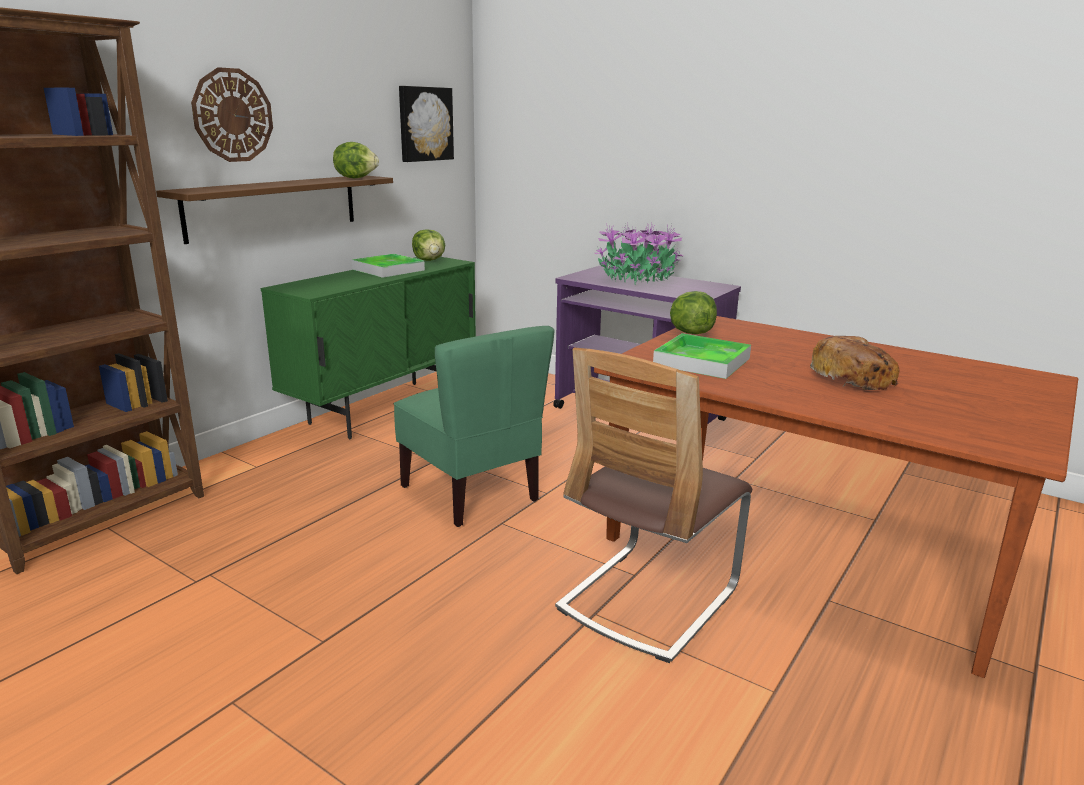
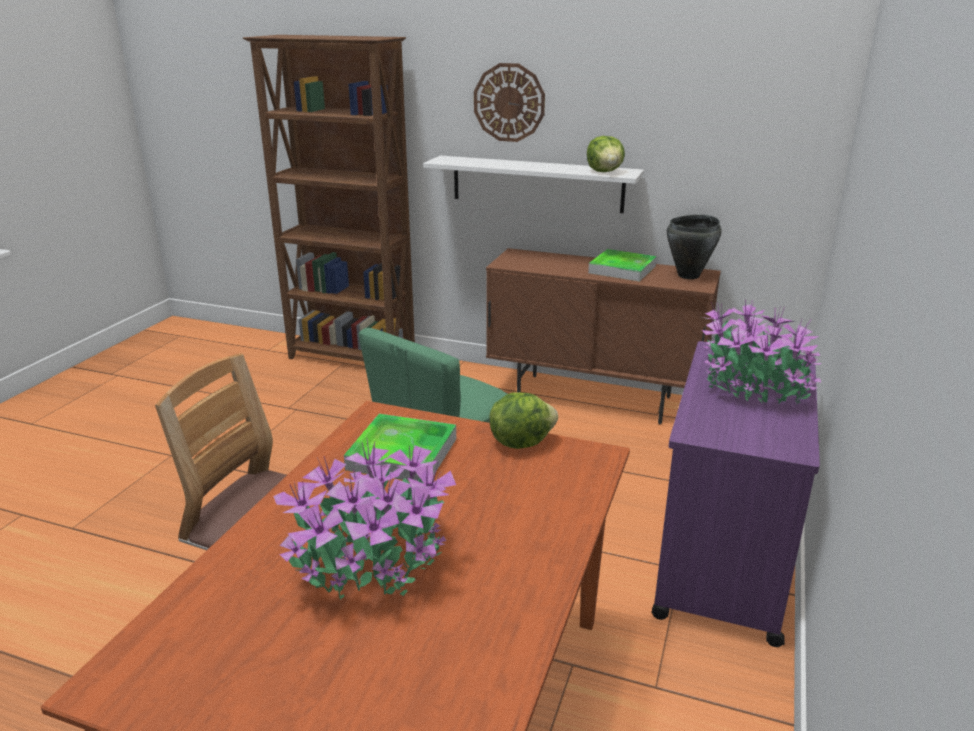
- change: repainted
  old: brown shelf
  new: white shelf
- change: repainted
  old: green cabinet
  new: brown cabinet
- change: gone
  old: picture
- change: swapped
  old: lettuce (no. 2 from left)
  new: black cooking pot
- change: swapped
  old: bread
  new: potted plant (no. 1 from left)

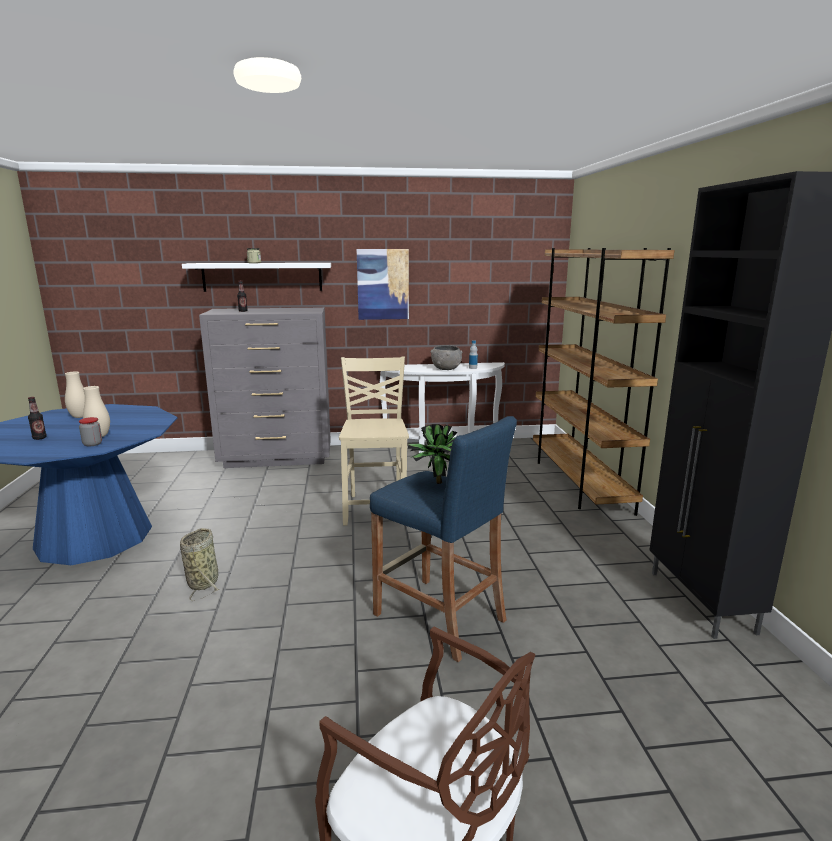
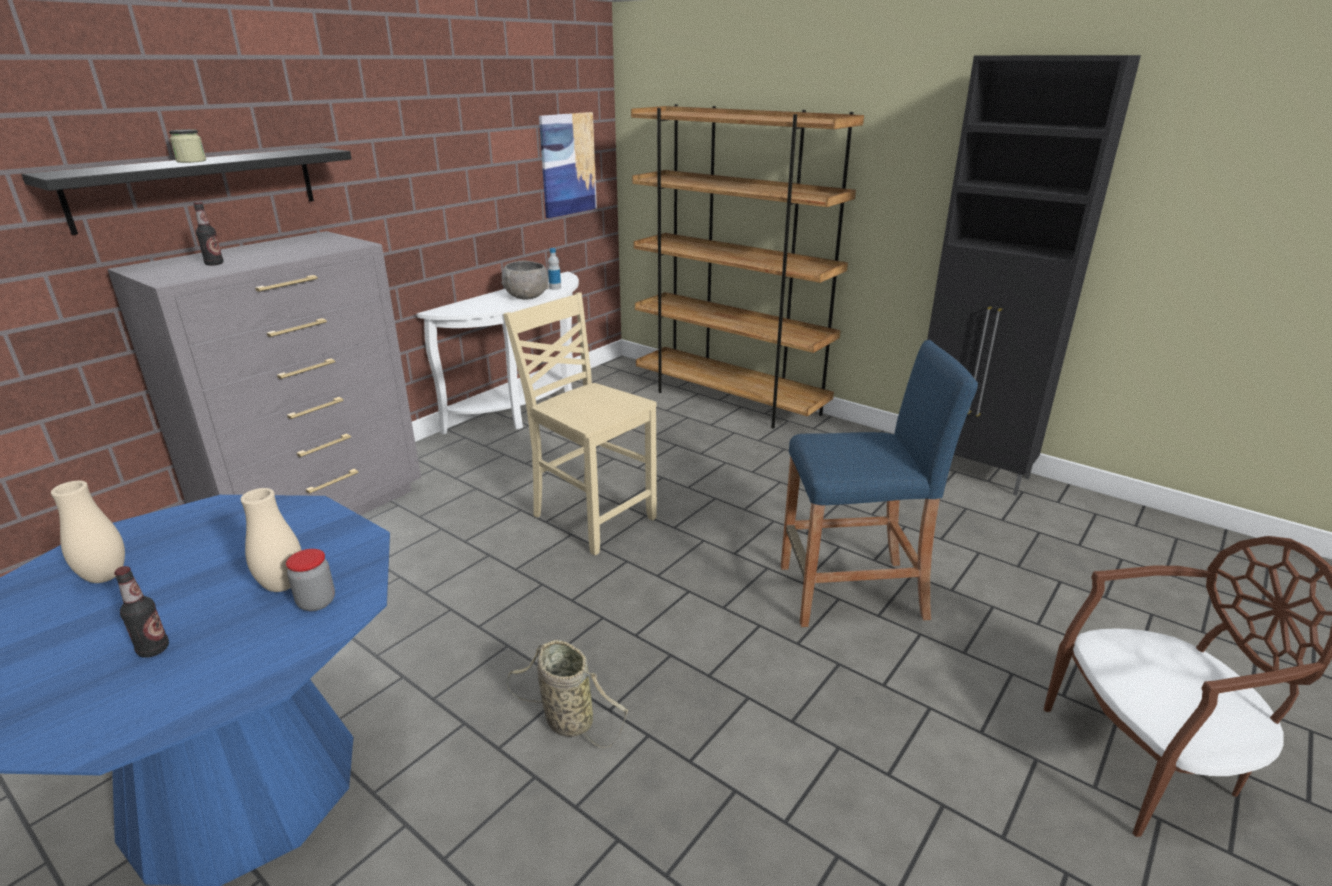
- change: repainted
  old: white shelf
  new: black shelf
- change: shifted
  old: picture
- change: gone
  old: potted plant

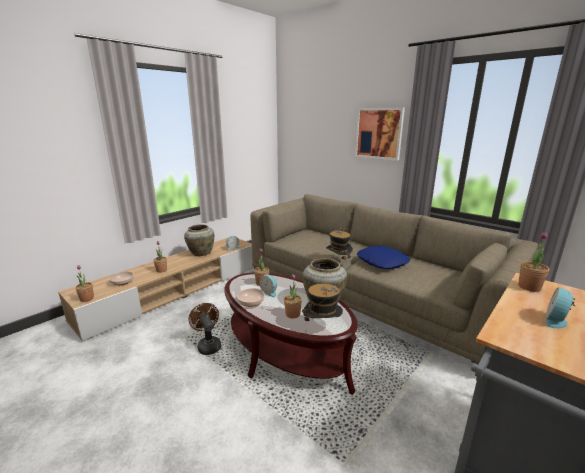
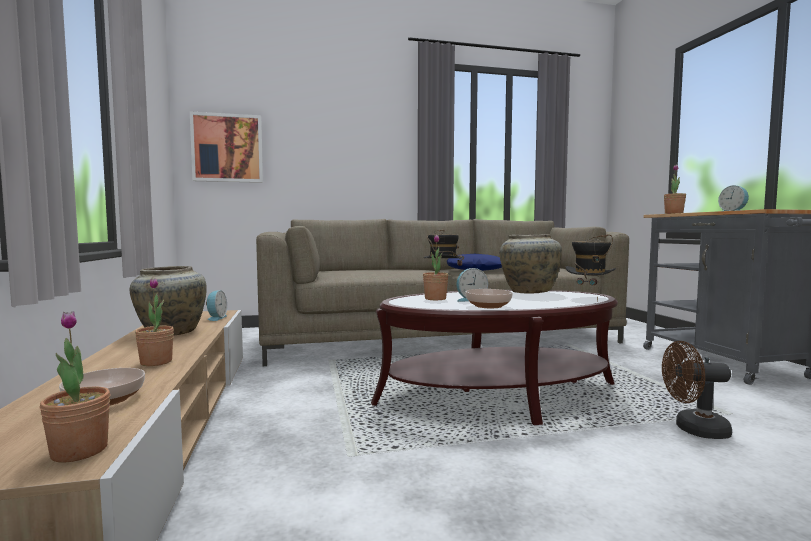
- change: shifted
  old: brown fan
- change: gone
  old: potted plant (no. 4 from left)
- change: shifted
  old: picture

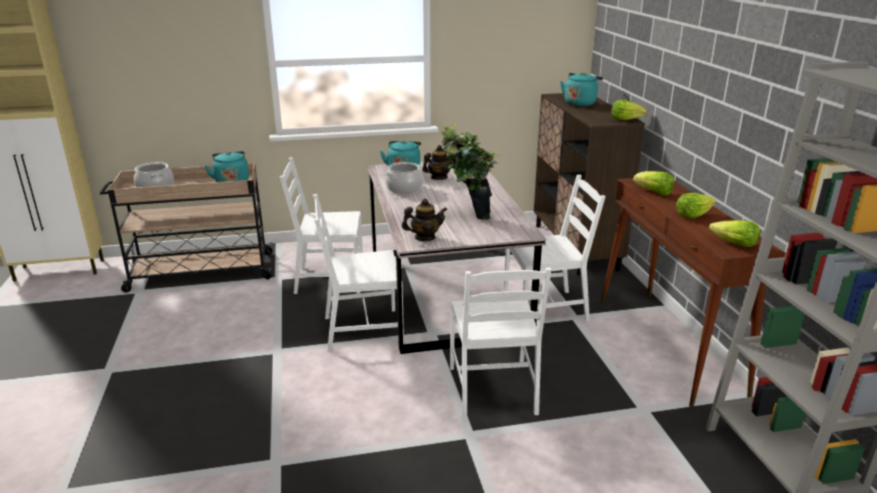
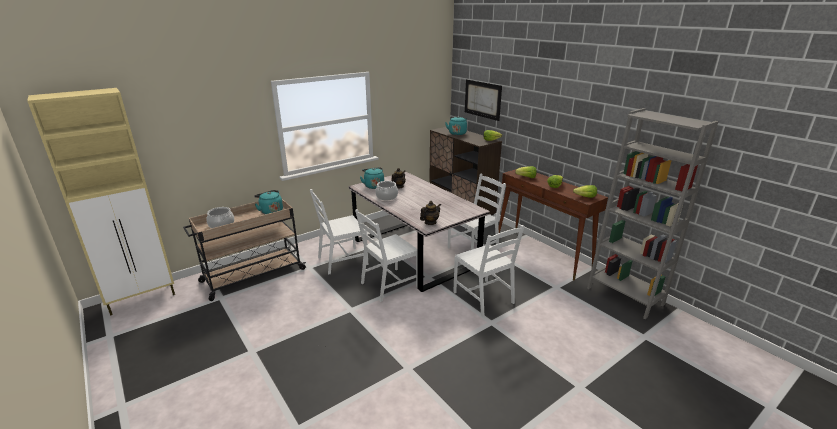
- change: gone
  old: potted plant
- change: new
  new: picture

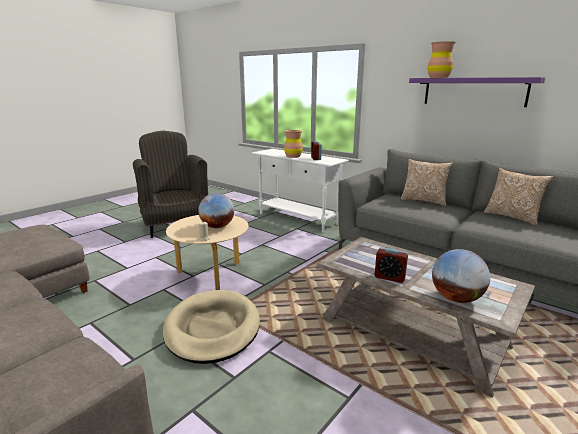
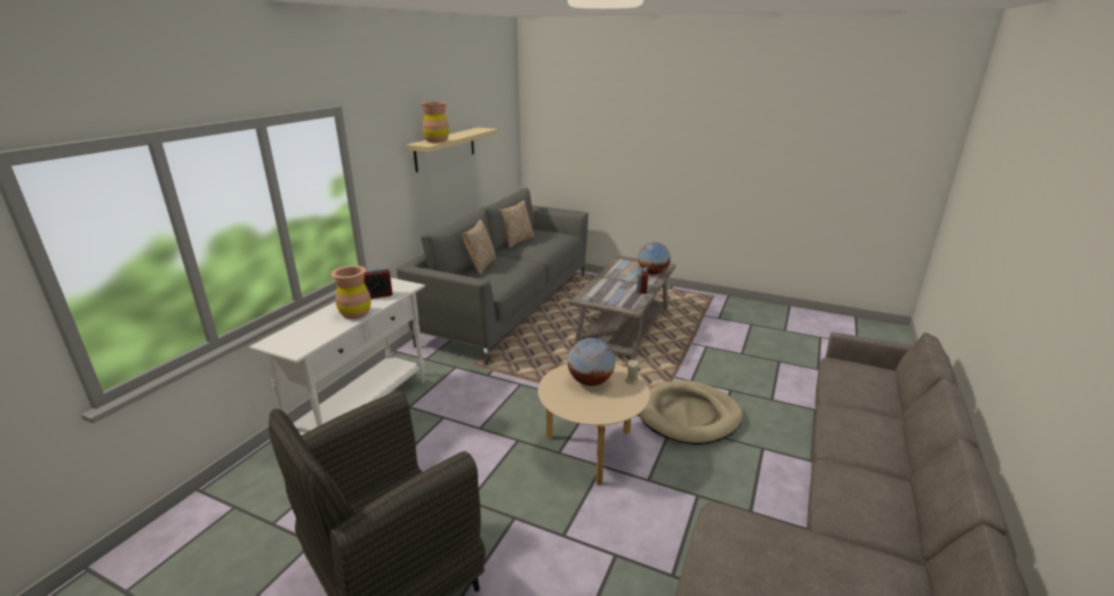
- change: repainted
  old: purple shelf
  new: beige shelf

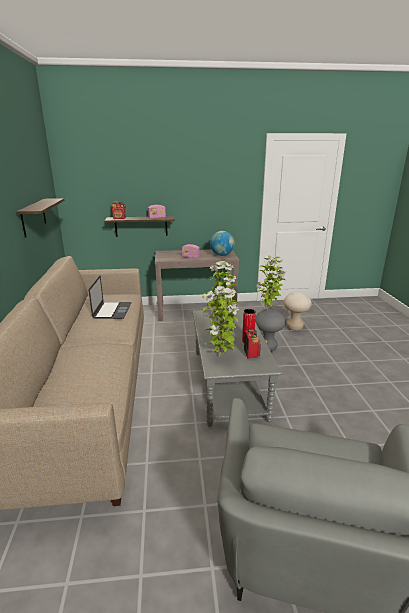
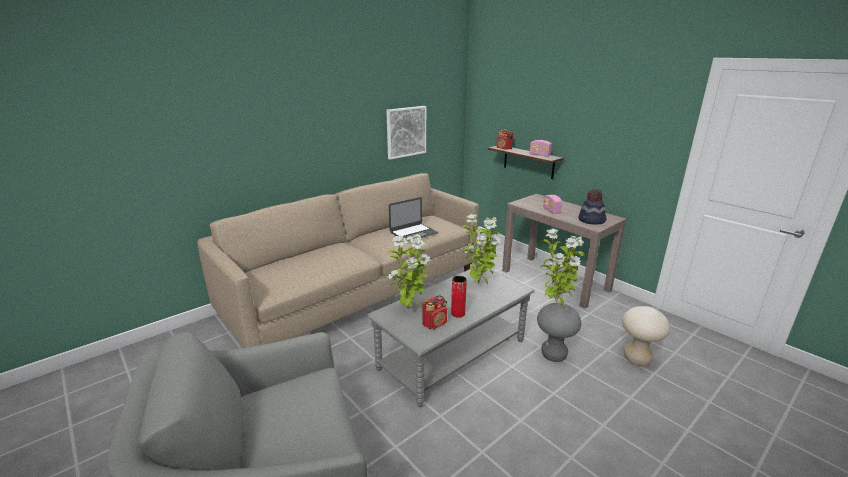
- change: swapped
  old: shelf (no. 1 from left)
  new: picture
- change: swapped
  old: globe
  new: hat

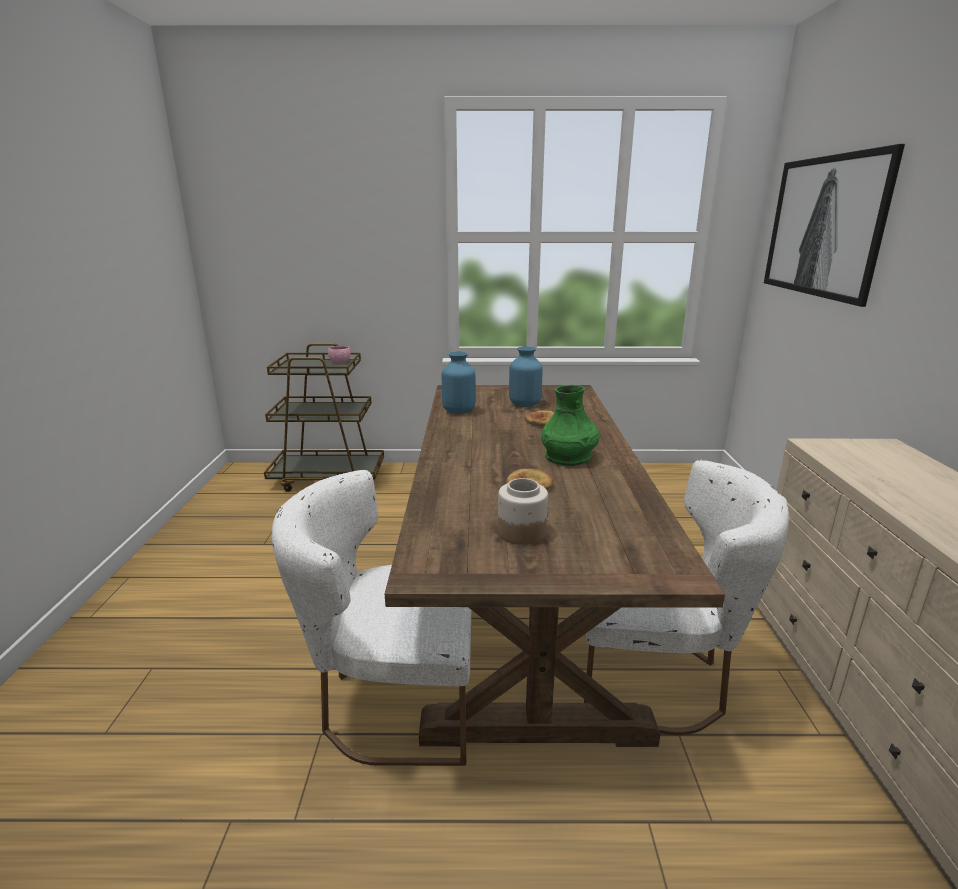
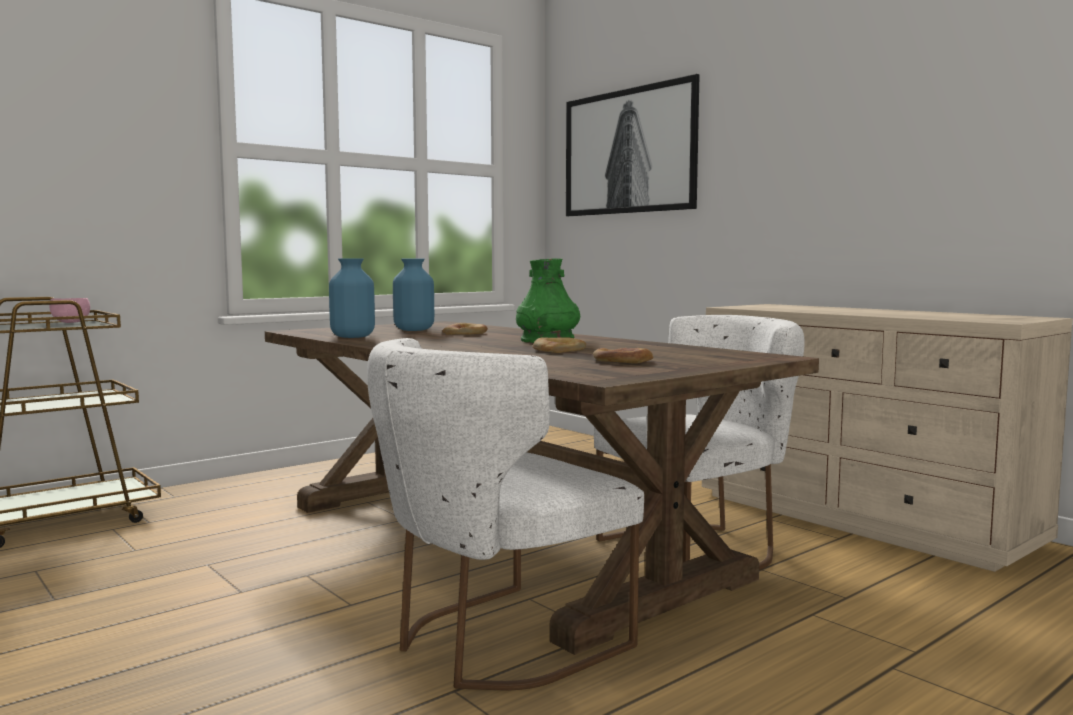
- change: swapped
  old: jar
  new: bread (no. 3 from left)

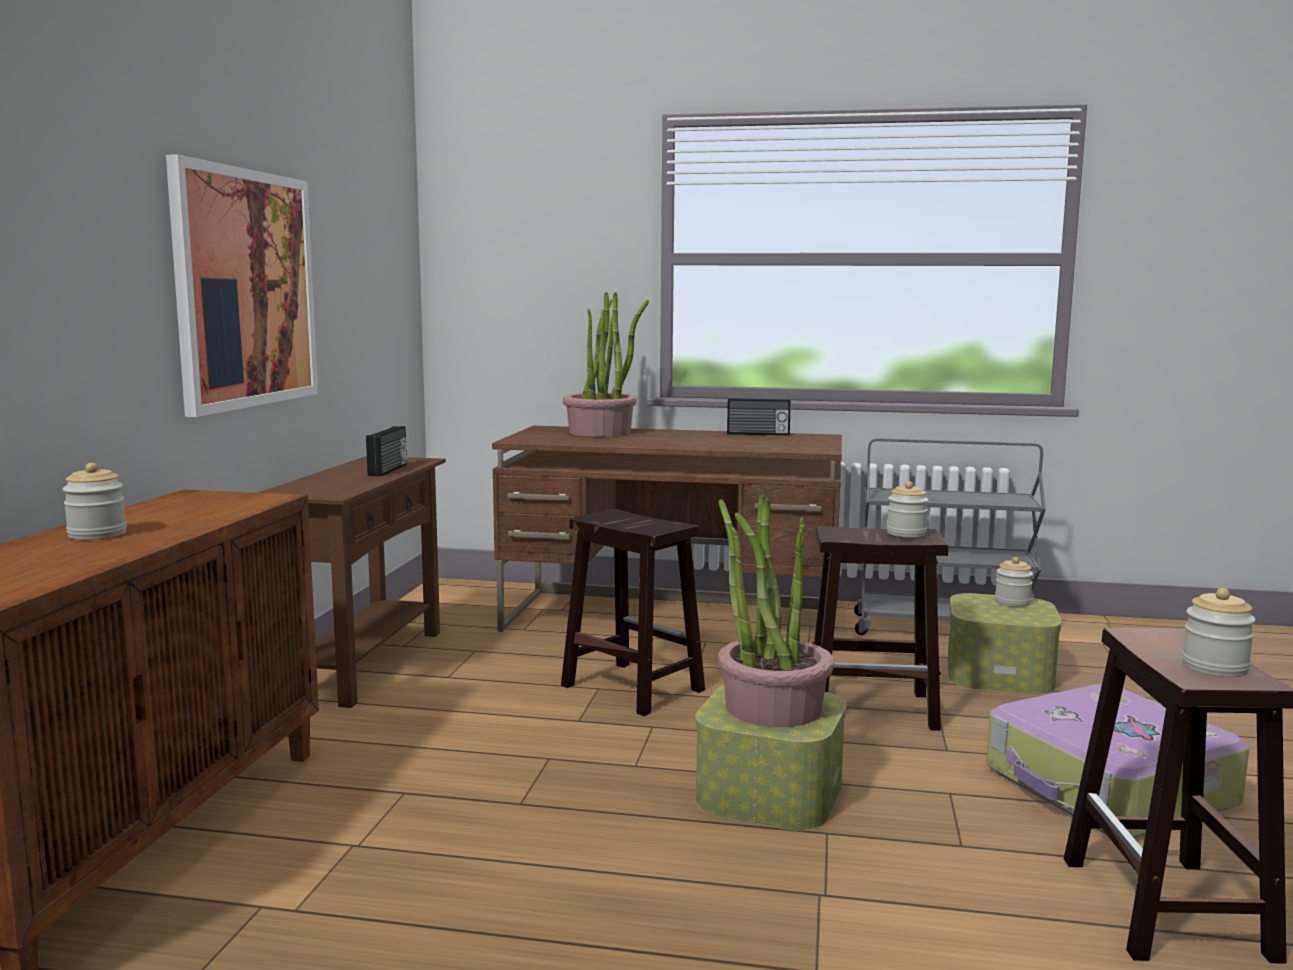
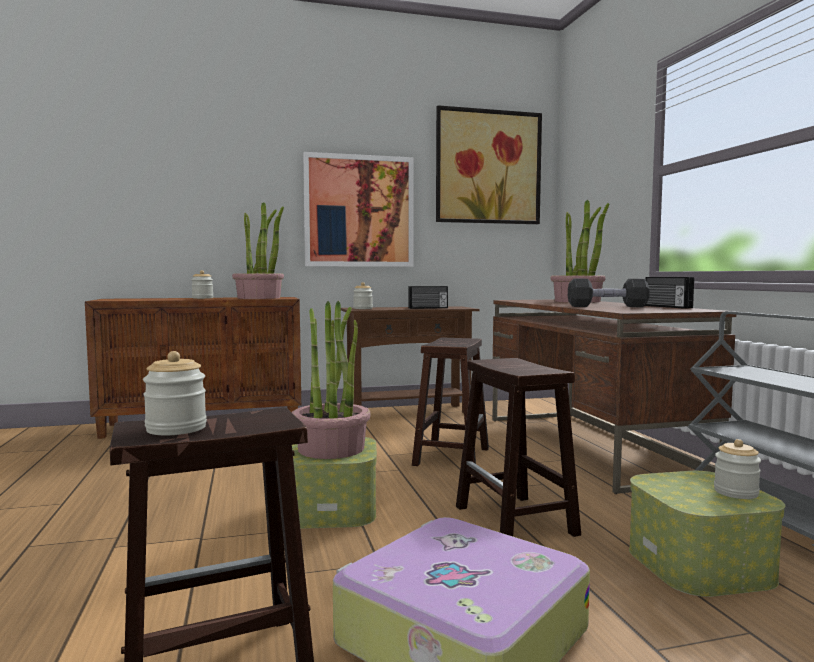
- change: shifted
  old: jar (no. 2 from left in the first image)
  new: jar (no. 3 from left)
- change: new
  new: potted plant (no. 1 from left)
- change: new
  new: picture (no. 2 from left)
- change: new
  new: black dumbbell

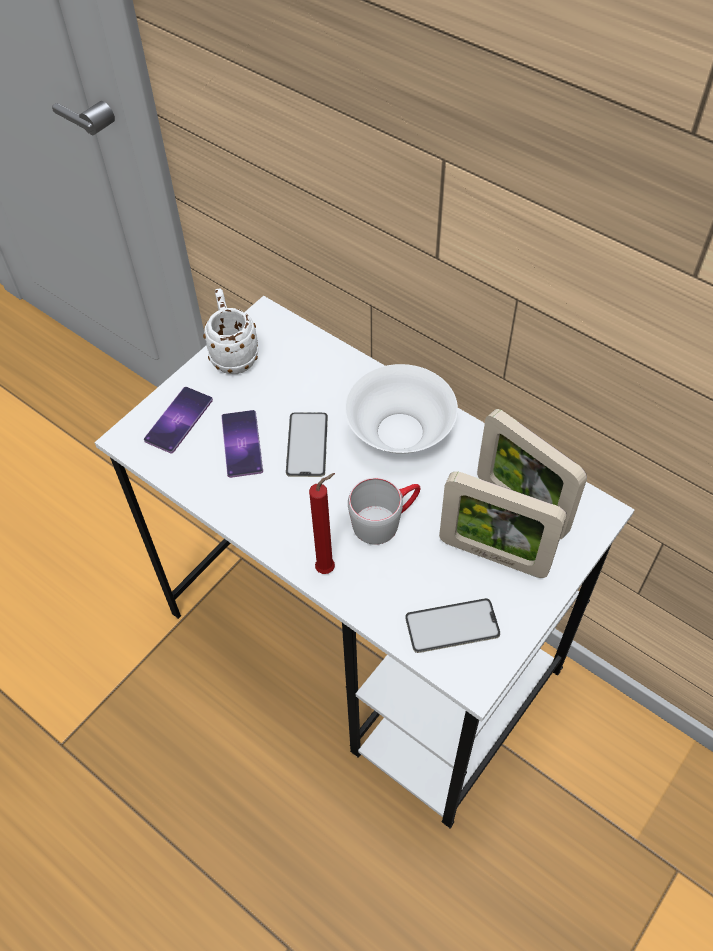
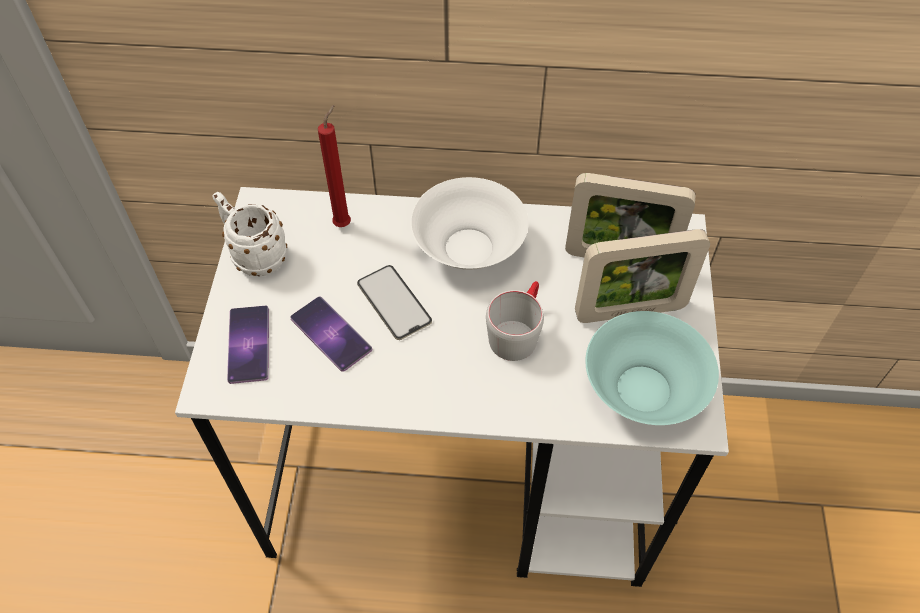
- change: shifted
  old: red candle
- change: swapped
  old: phone (no. 4 from left)
  new: turquoise bowl

